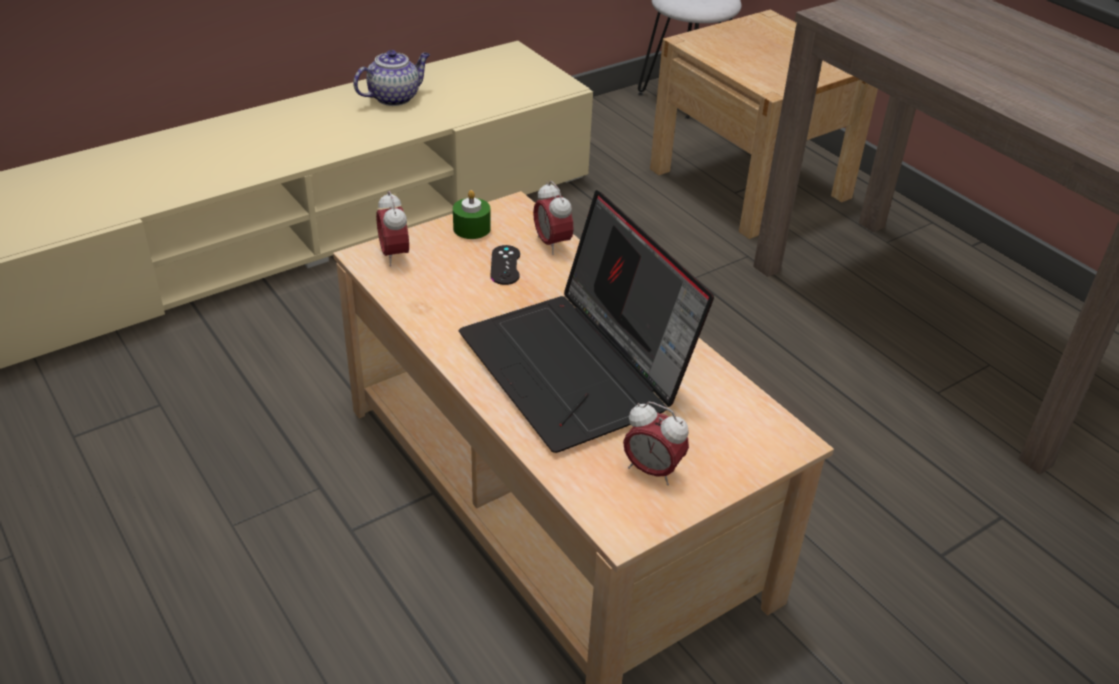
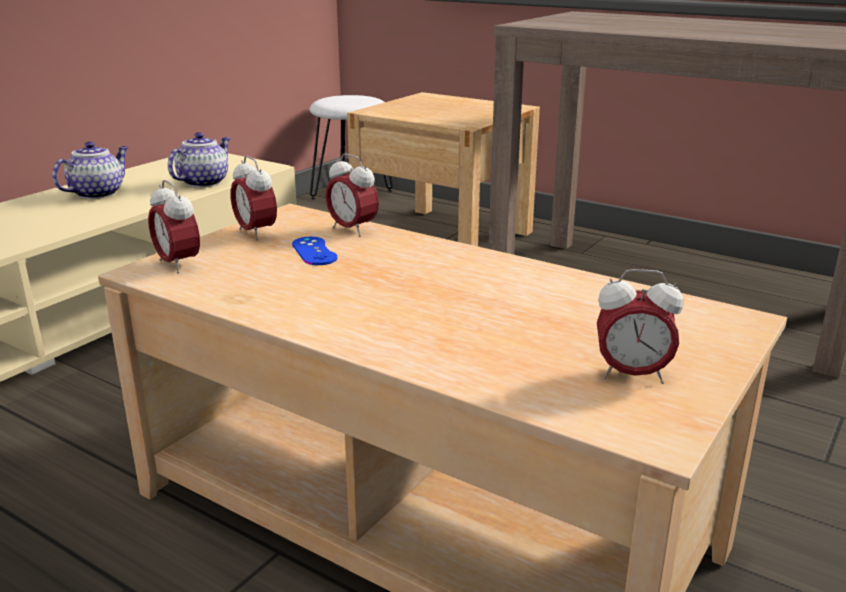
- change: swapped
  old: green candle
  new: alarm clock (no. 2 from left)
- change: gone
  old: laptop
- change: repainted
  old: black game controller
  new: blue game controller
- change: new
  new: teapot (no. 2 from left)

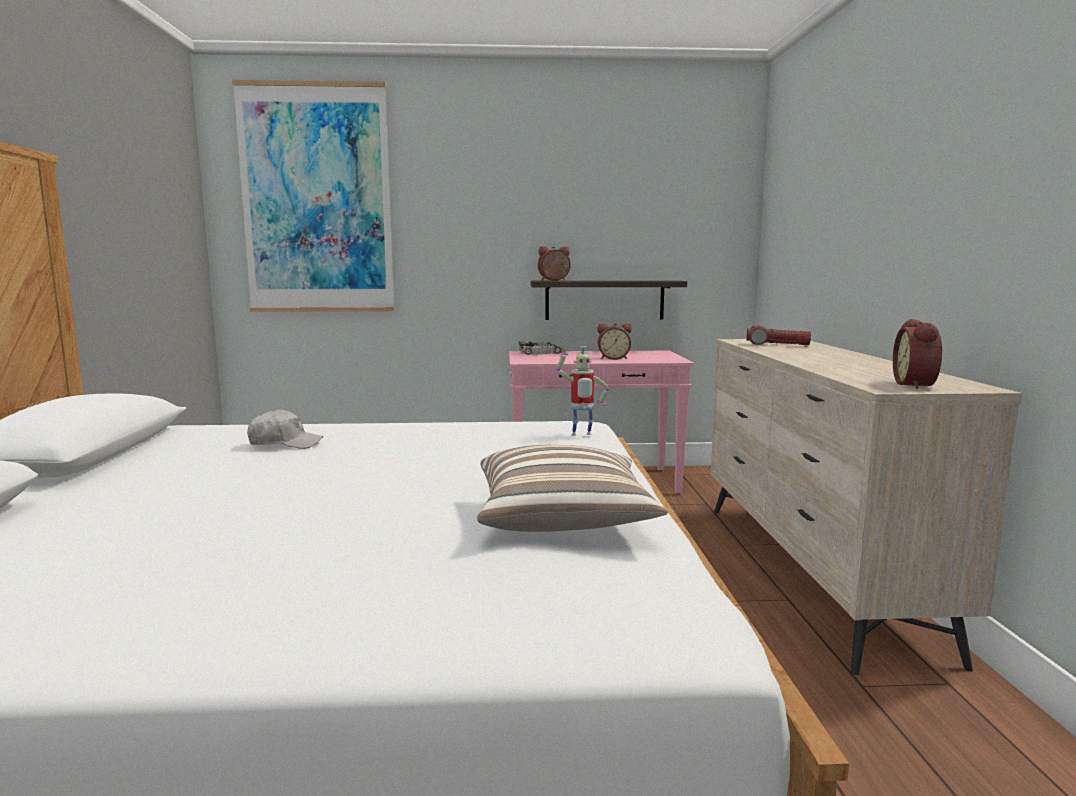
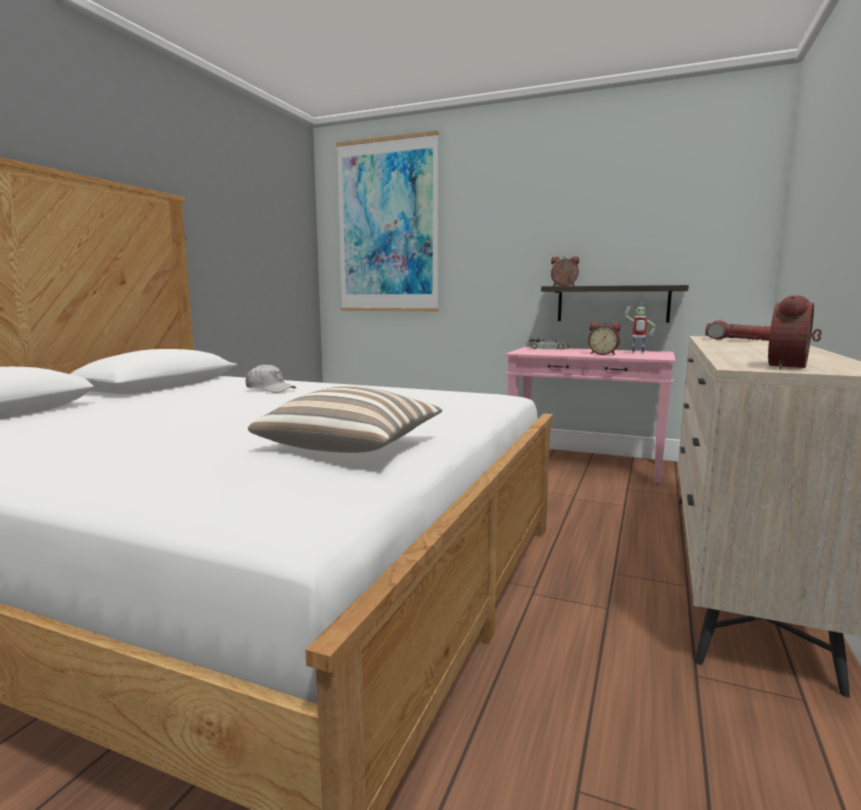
- change: shifted
  old: toy robot

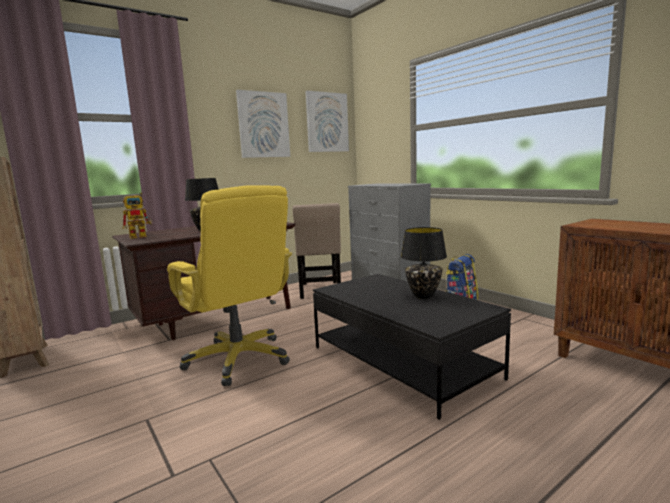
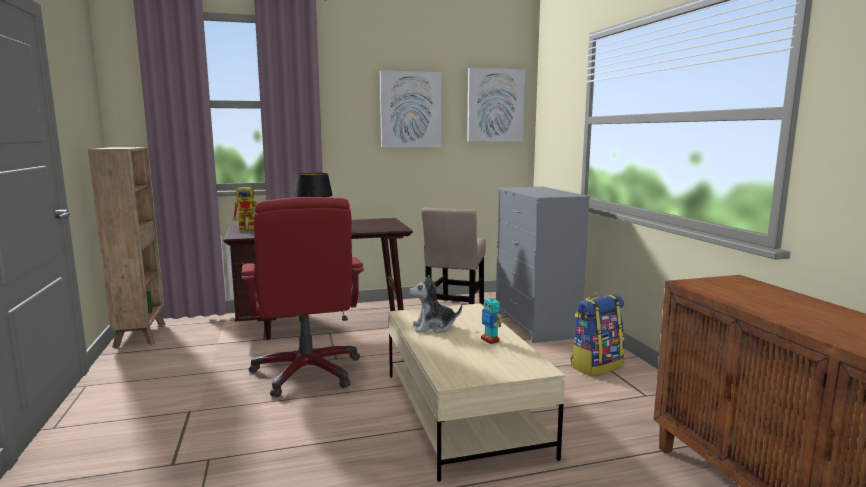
- change: repainted
  old: yellow office chair
  new: red office chair
- change: repainted
  old: black coffee table
  new: beige coffee table
- change: swapped
  old: black table lamp (no. 2 from left)
  new: toy robot (no. 2 from left)
- change: new
  new: plush toy

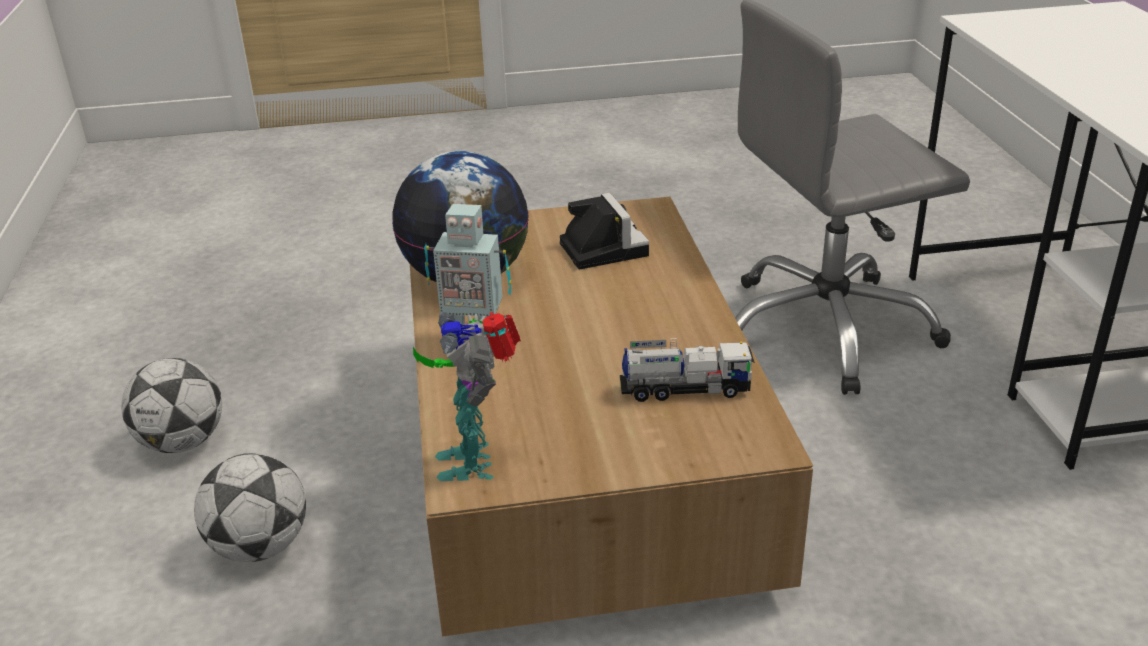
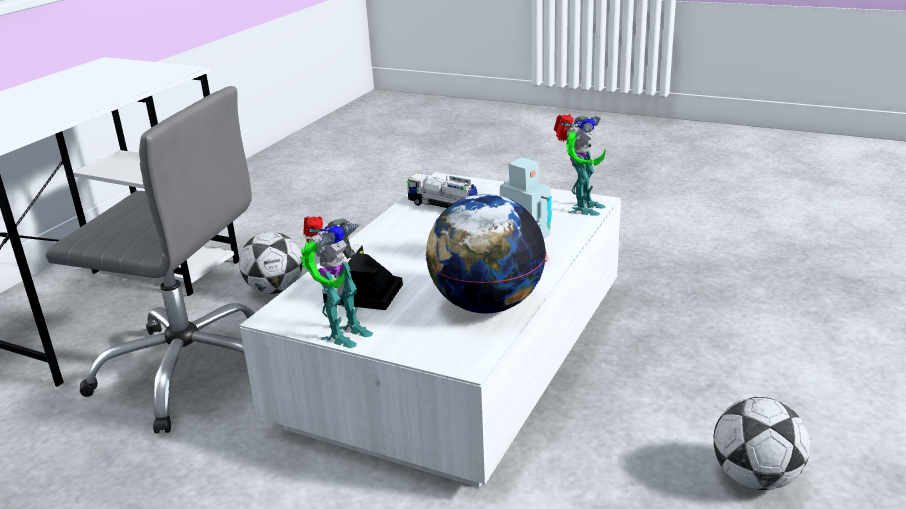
- change: shifted
  old: football (no. 2 from left in the first image)
  new: football (no. 1 from left)
- change: repainted
  old: brown coffee table
  new: white coffee table
- change: new
  new: toy robot (no. 1 from left)

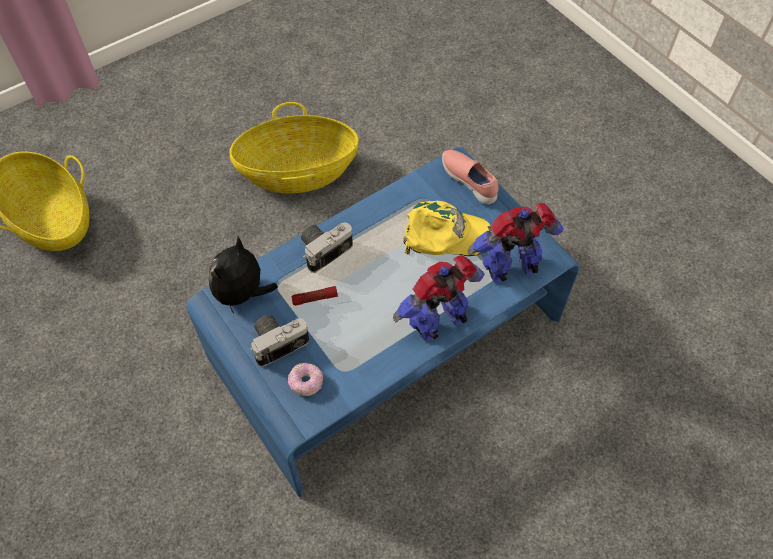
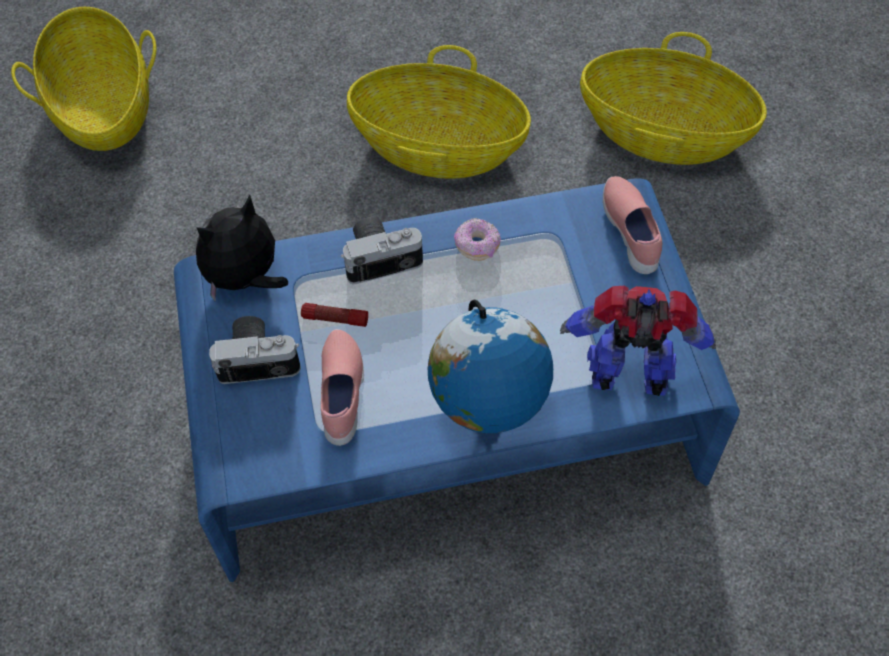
- change: shifted
  old: donut
- change: swapped
  old: toy robot (no. 1 from left)
  new: globe
- change: gone
  old: yellow cap
- change: new
  new: pink shoe (no. 1 from left)
- change: new
  new: basket (no. 3 from left)

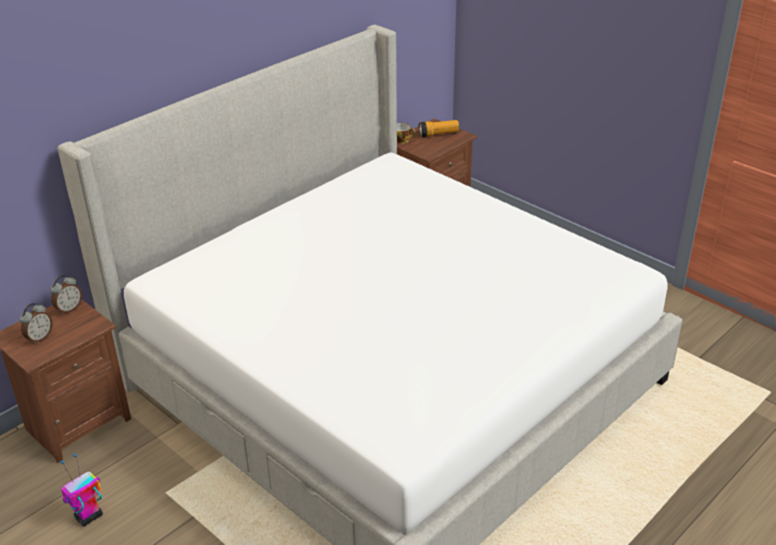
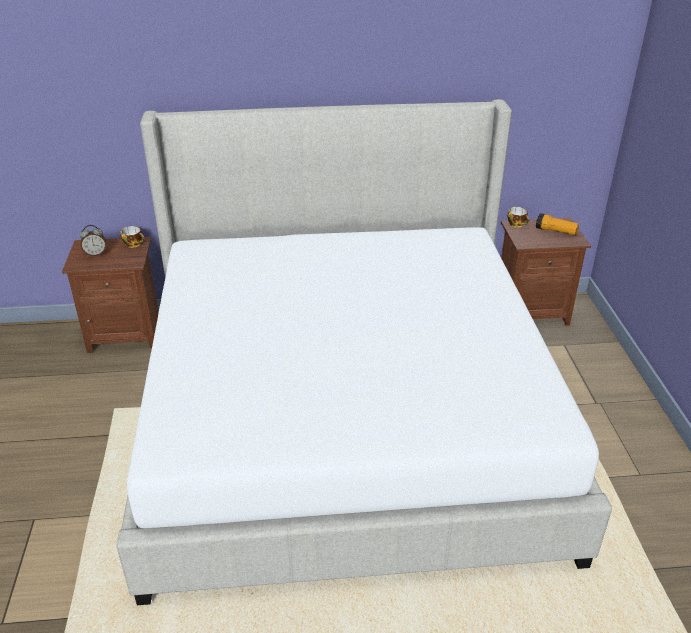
- change: swapped
  old: alarm clock (no. 2 from left)
  new: cup (no. 1 from left)
- change: gone
  old: toy robot

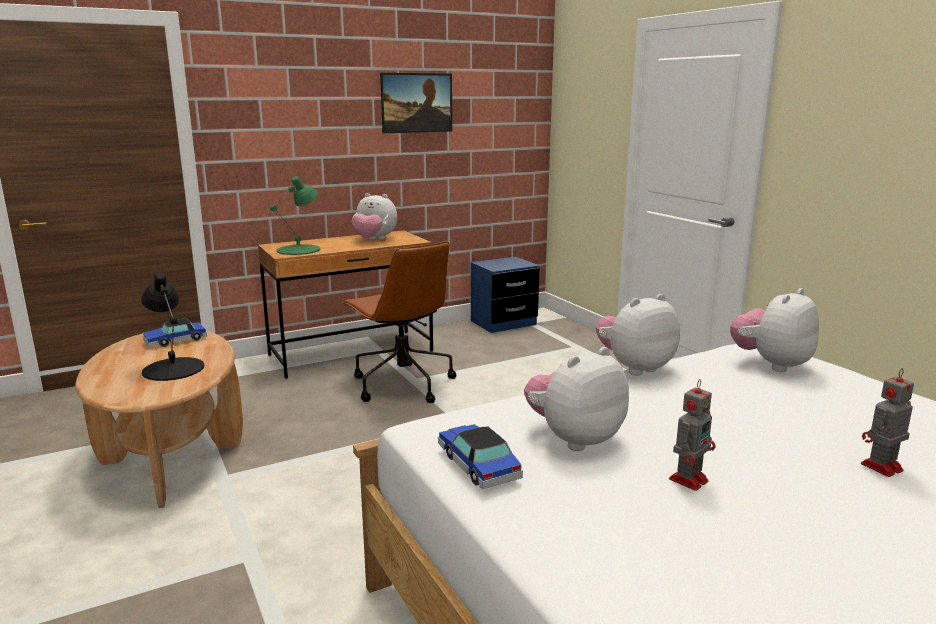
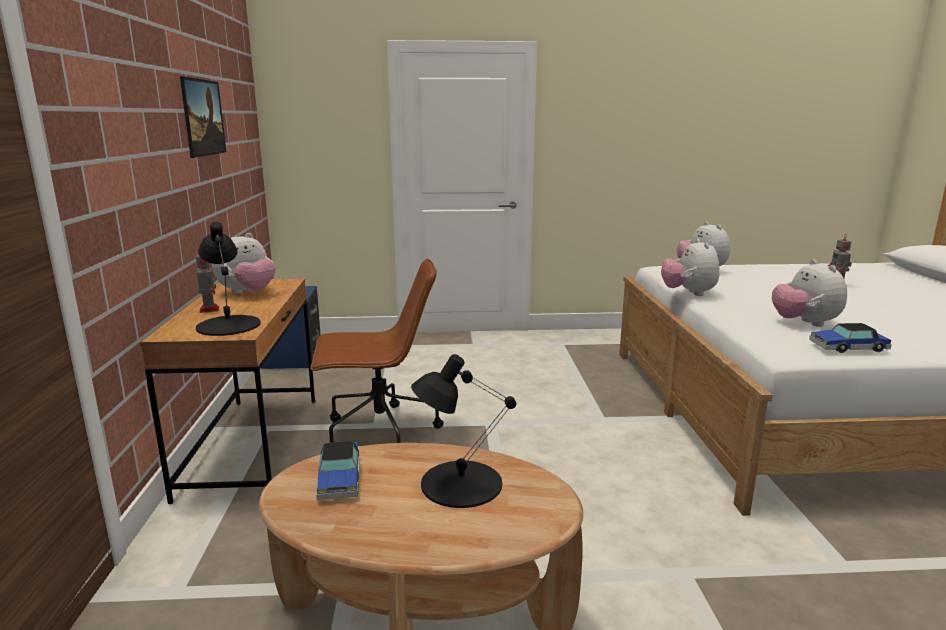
- change: repainted
  old: green table lamp
  new: black table lamp (no. 1 from left)
- change: shifted
  old: toy robot (no. 1 from left)

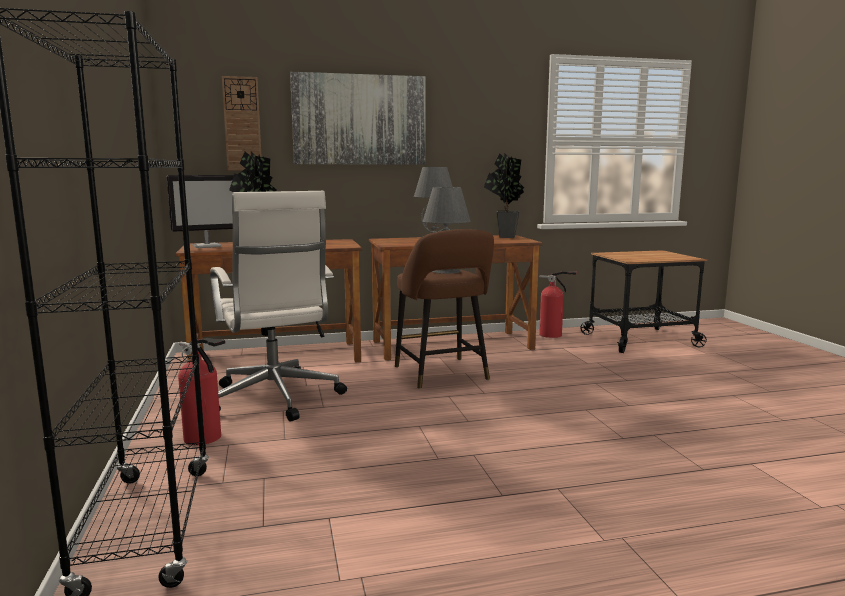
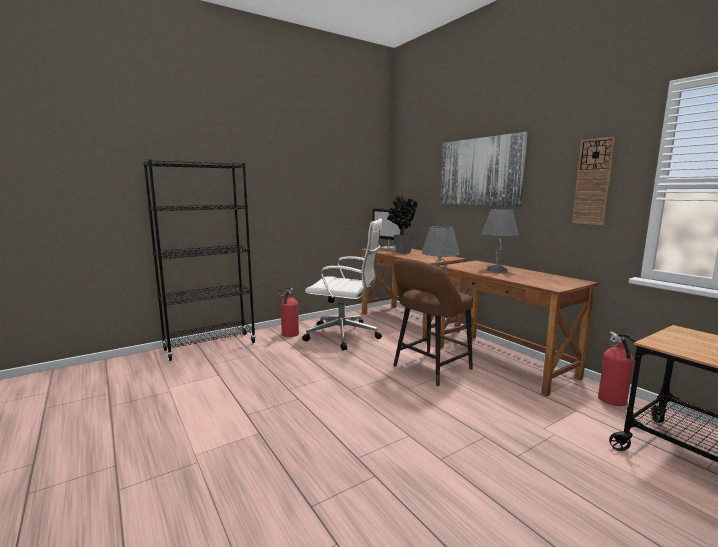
- change: rotated
  old: white office chair
  degrees: -120
- change: shifted
  old: wall clock
- change: gone
  old: potted plant (no. 2 from left)

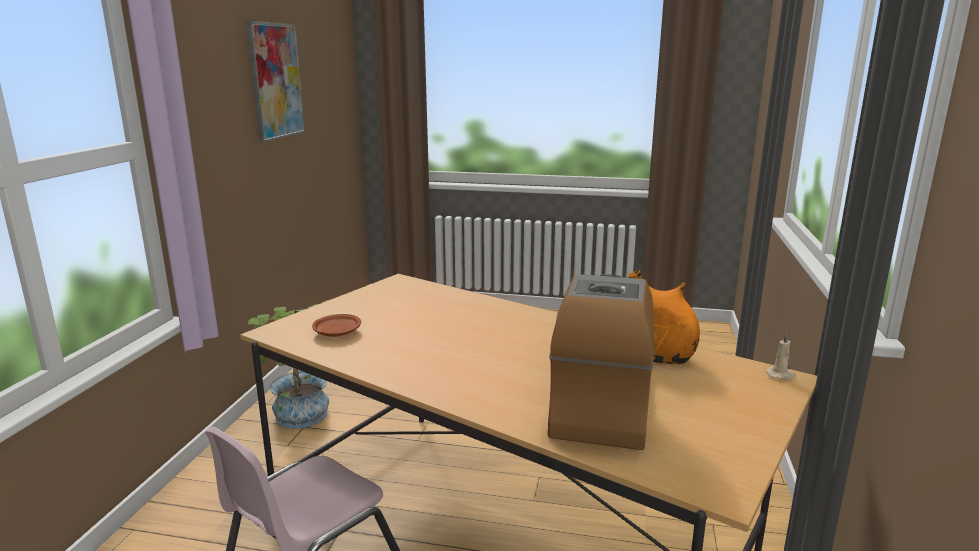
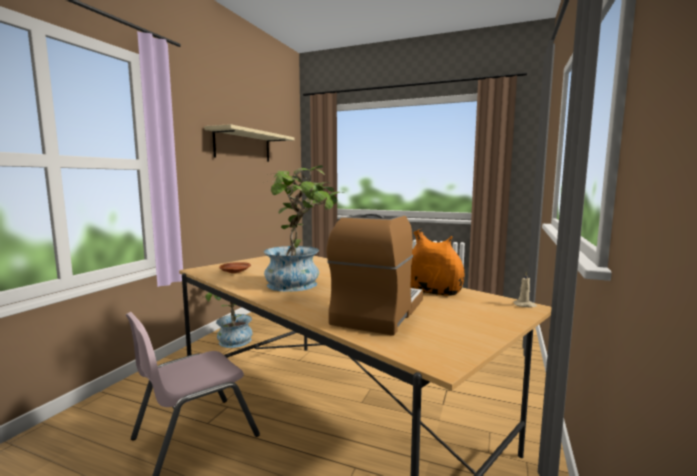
- change: swapped
  old: picture
  new: beige shelf
- change: new
  new: potted plant (no. 2 from left)

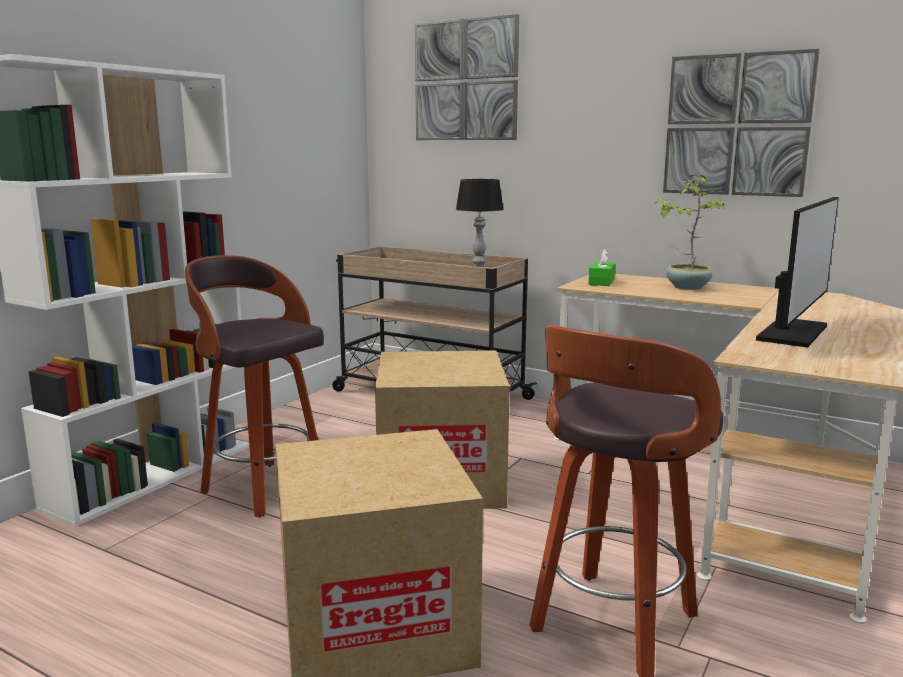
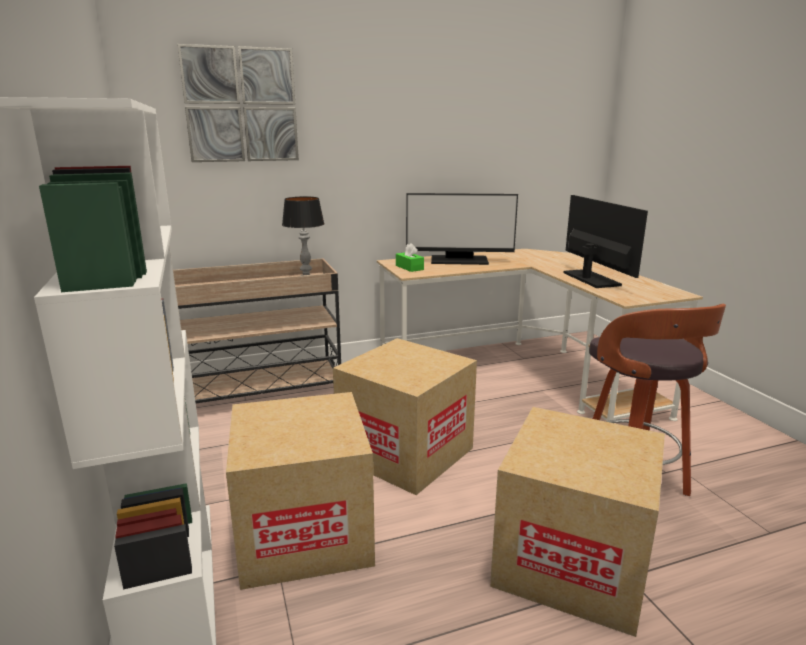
- change: swapped
  old: stool (no. 1 from left)
  new: cardboard box (no. 1 from left)
- change: swapped
  old: potted plant
  new: monitor (no. 1 from left)
- change: gone
  old: picture (no. 2 from left)

